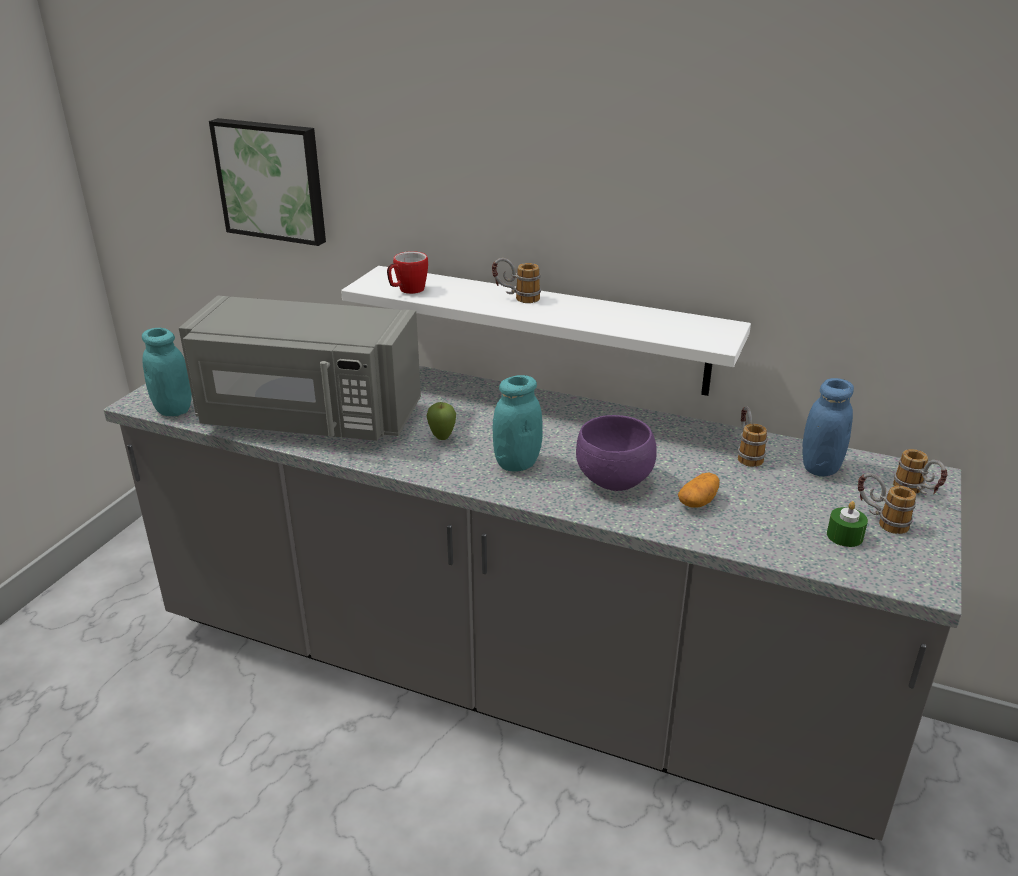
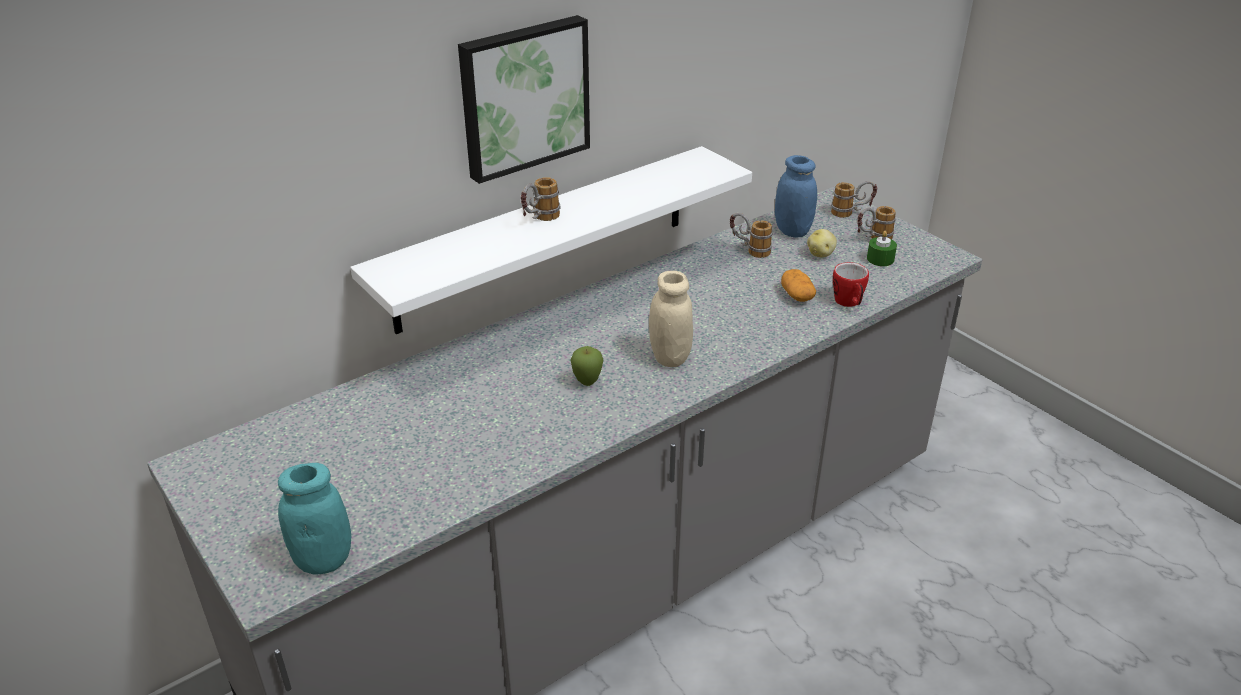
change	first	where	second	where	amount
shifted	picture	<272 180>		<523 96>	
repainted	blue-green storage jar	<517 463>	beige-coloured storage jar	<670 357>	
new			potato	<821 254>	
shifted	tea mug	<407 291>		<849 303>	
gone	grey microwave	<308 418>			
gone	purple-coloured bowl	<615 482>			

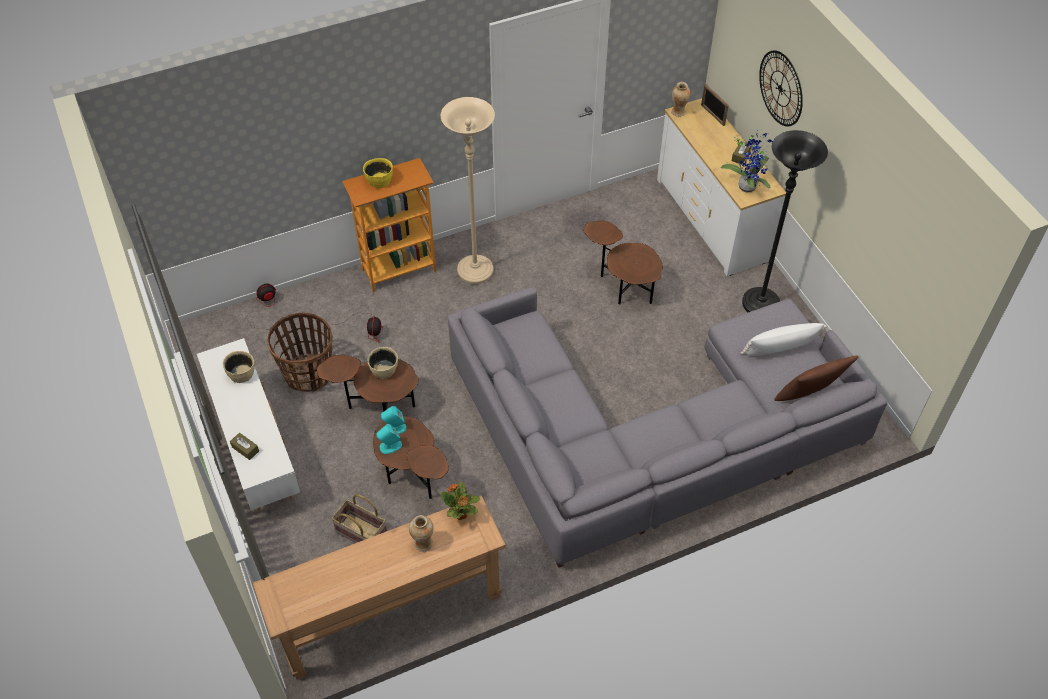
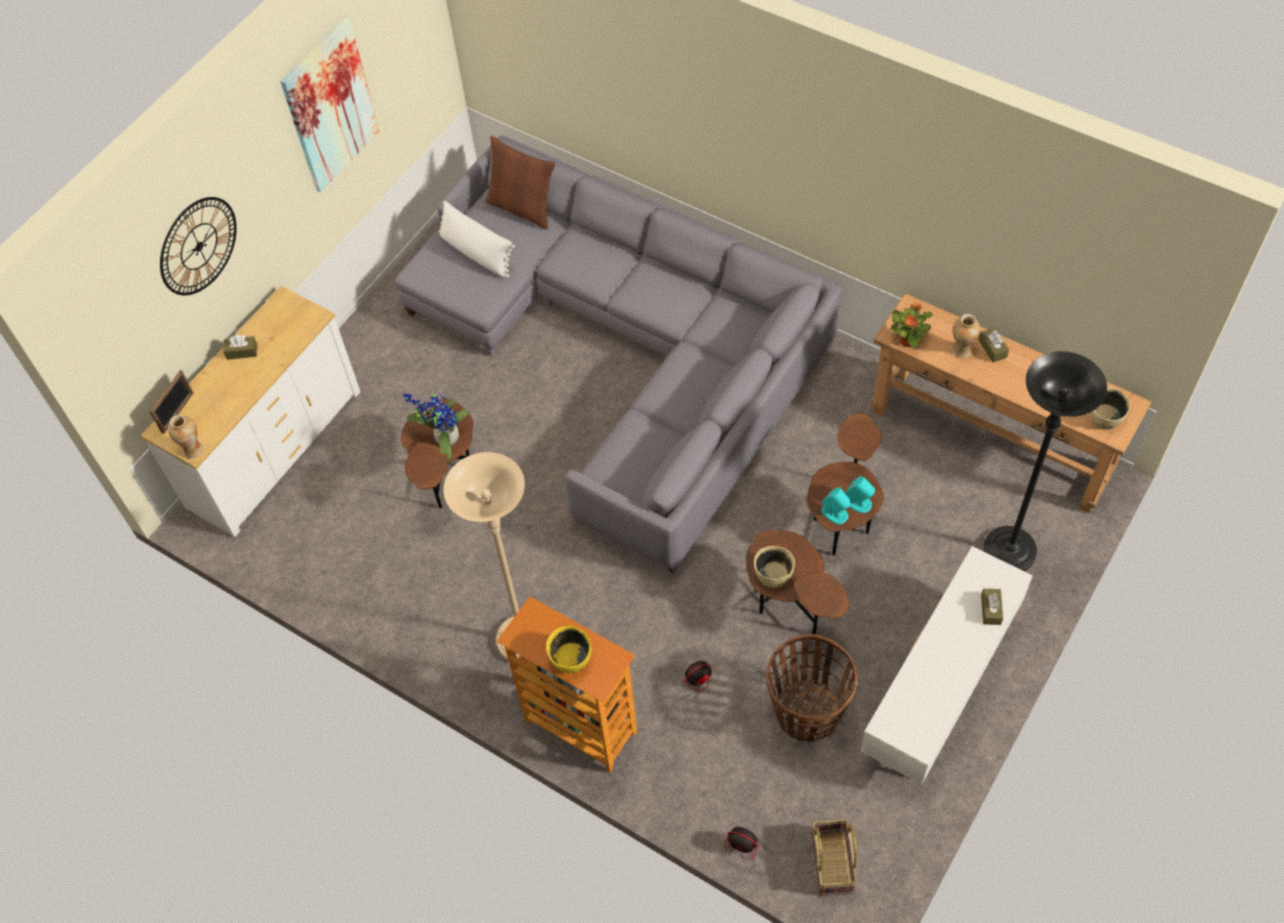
change	first	where	second	where	amount
new			picture	<330 106>	
shifted	plant in a pot	<747 185>		<444 439>	
shifted	basket	<360 533>		<833 864>	
new			brown-coloured tissue holder	<992 348>	
shifted	black-coloured standard lamp	<760 304>		<1009 552>	
shifted	beige-coloured bowl	<241 373>		<1104 417>	

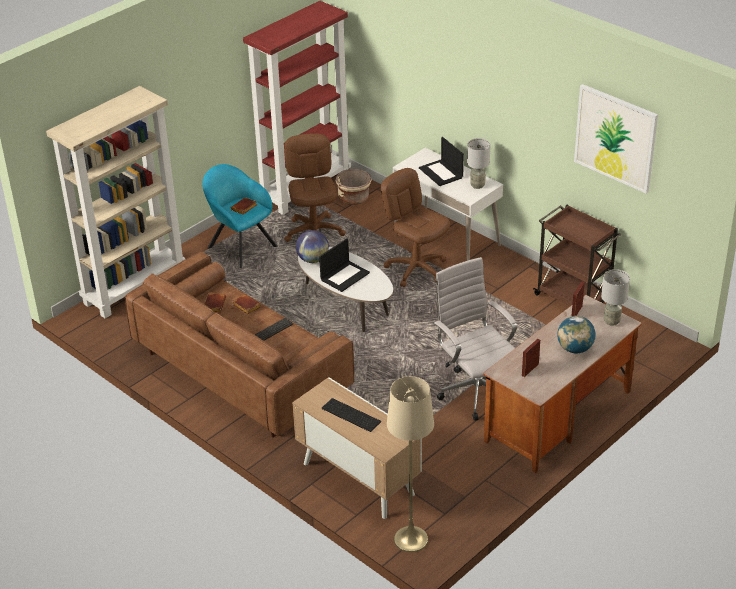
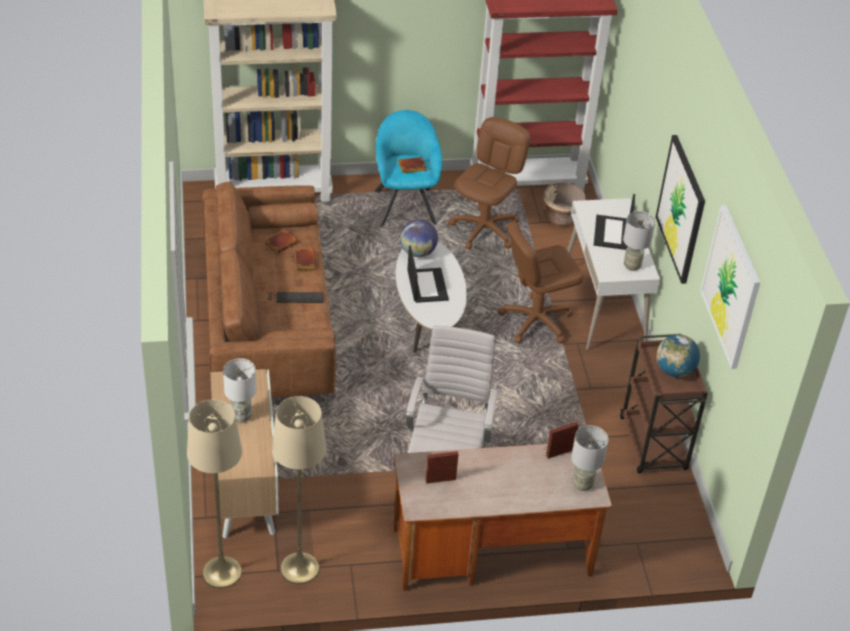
change	first	where	second	where	amount
swapped	keyboard	<350 415>	whitish table lamp	<241 416>	
new			beige-coloured standard lamp	<299 568>	
rotated	laptop	<345 276>		<426 285>	90 degrees counterclockwise
rotated	brown-coloured office chair	<416 269>		<536 321>	105 degrees counterclockwise
new			picture	<681 209>	
shifted	desk globe	<575 349>		<674 371>	

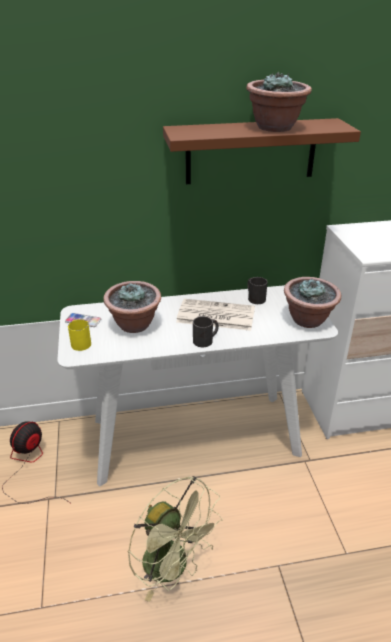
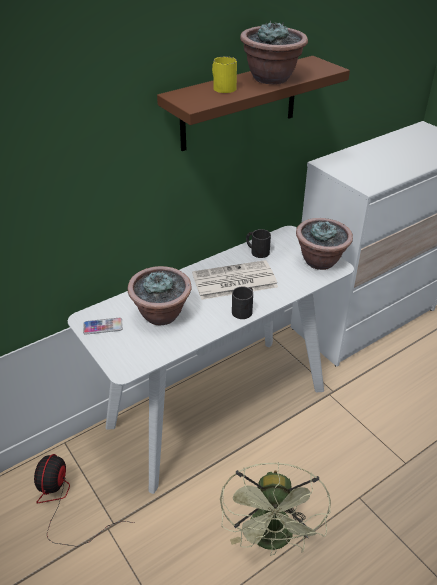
change	first	where	second	where	amount
shifted	yellow-coloured tea mug	<81 342>		<222 87>	
rotated	greenish fan	<174 567>		<272 539>	75 degrees clockwise

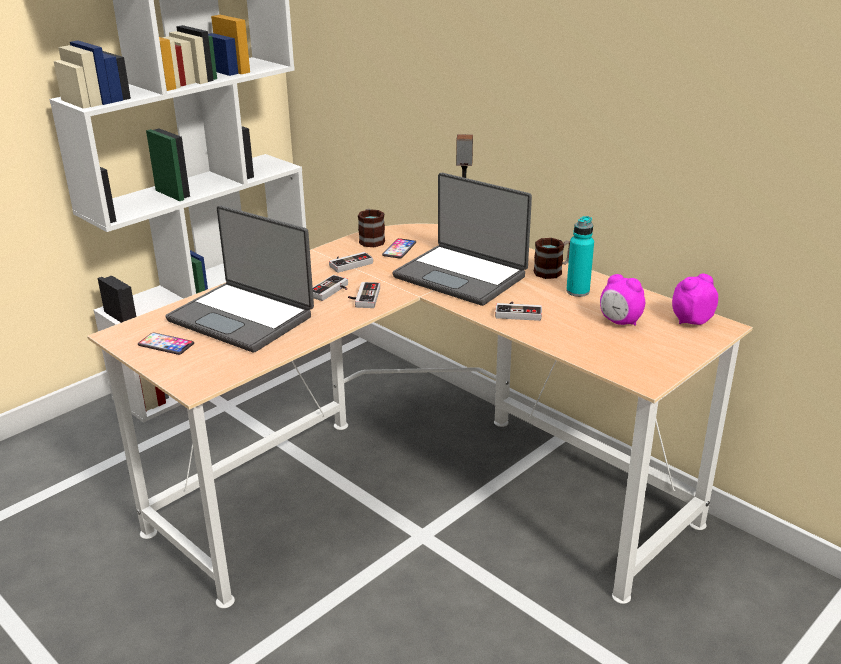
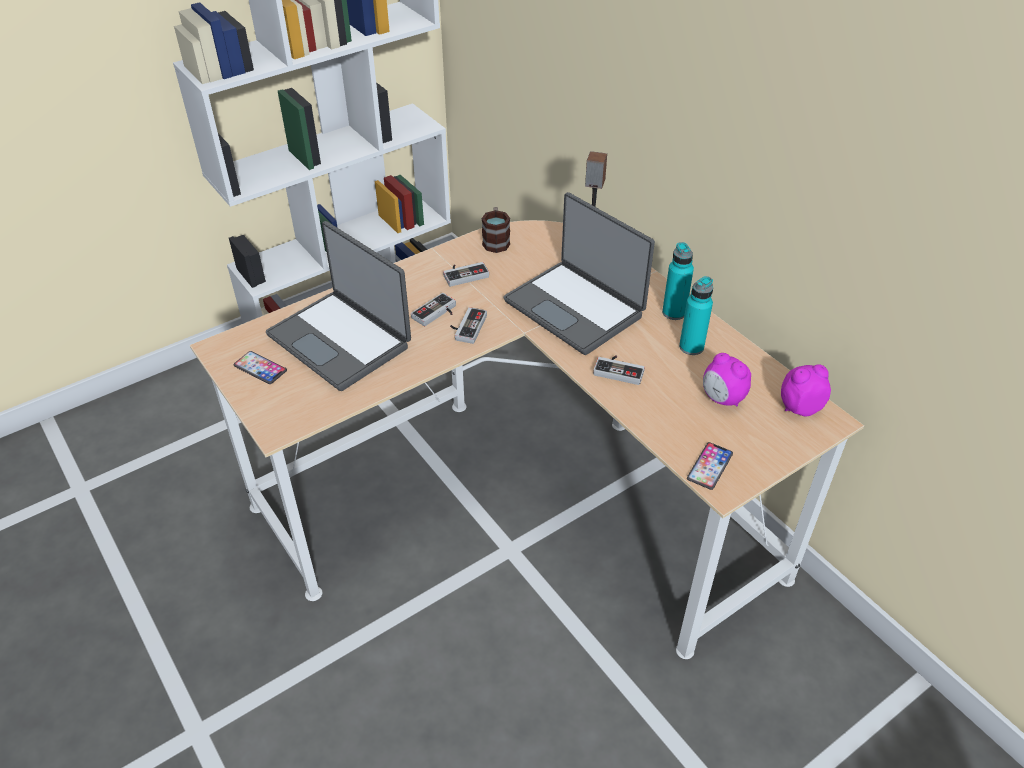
change	first	where	second	where	amount
swapped	tea mug	<552 271>	blue-green bottle	<674 312>	
shifted	telephone	<399 249>		<709 466>	

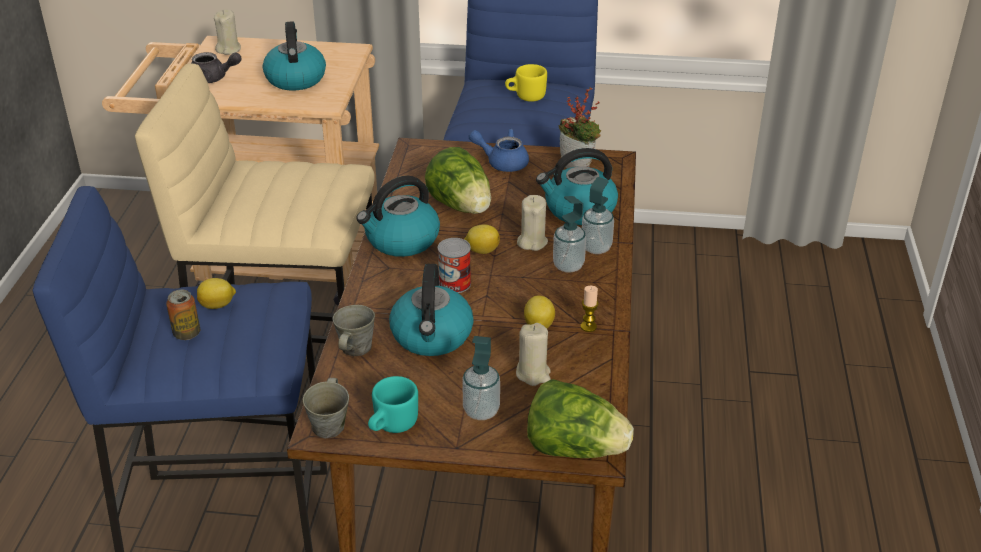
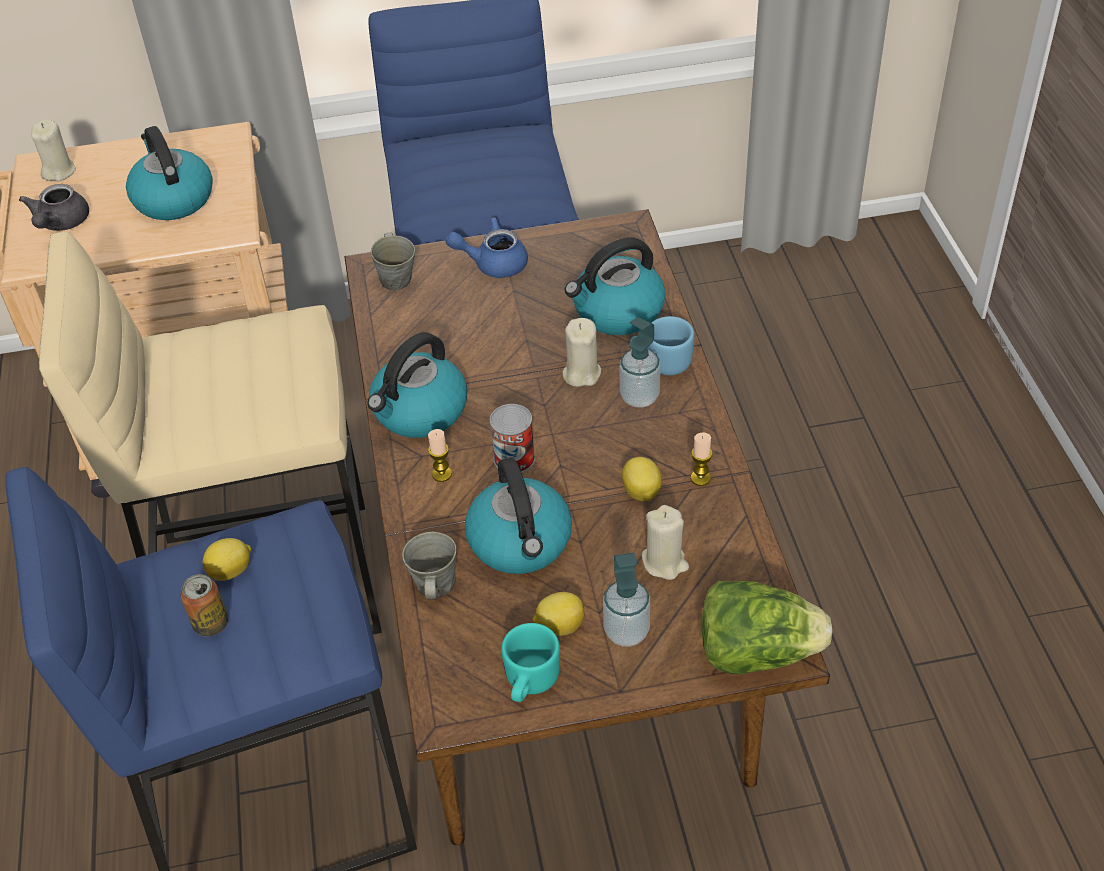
change	first	where	second	where	amount
rotated	grey teapot	<213 79>		<60 224>	105 degrees clockwise
shifted	grey tea mug	<329 425>		<396 279>	
new			candle	<442 474>	
shifted	whole lemon	<481 250>		<559 626>	
swapped	soap dispenser	<596 248>	bluish tea mug	<661 362>	
gone	lettuce head	<461 206>			
gone	yellow-coloured tea mug	<525 97>			
gone	plant in a pot	<579 166>			

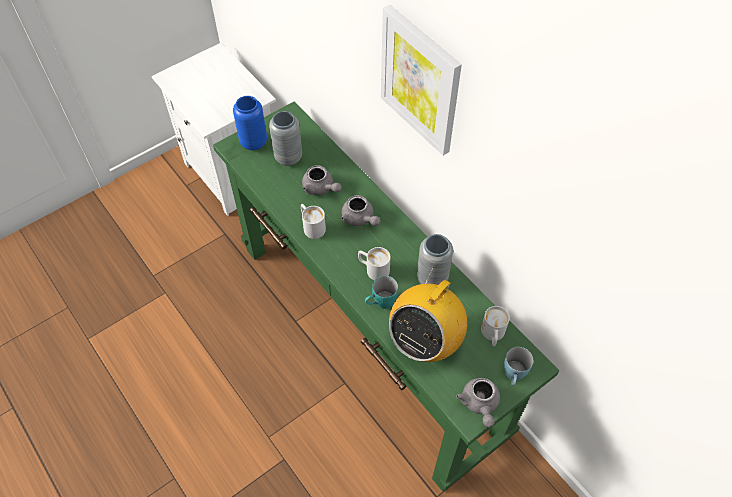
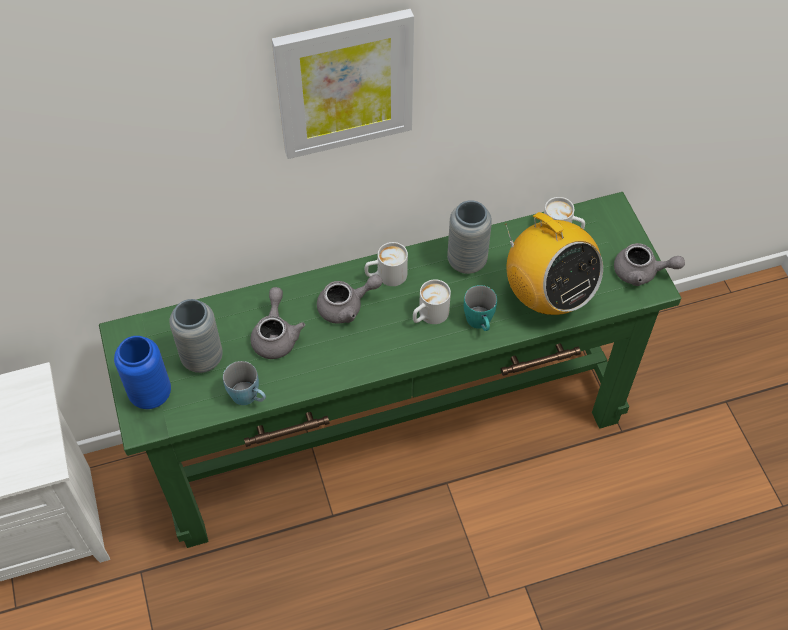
change	first	where	second	where	amount
shifted	bluish tea mug	<513 376>		<249 397>	
rotated	grey teapot	<320 188>		<276 335>	60 degrees counterclockwise
shifted	whitish tea mug	<311 226>		<385 276>	

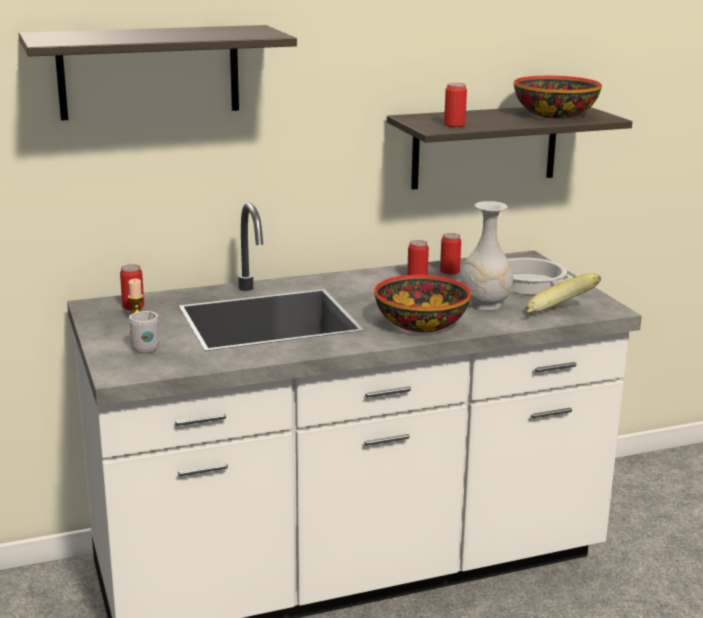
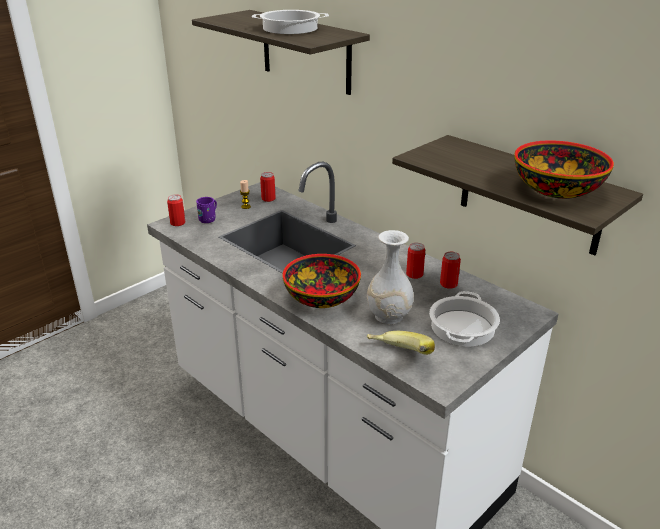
change	first	where	second	where	amount
shifted	can	<454 125>		<177 223>	
repainted	whitish tea mug	<143 348>	purple-coloured tea mug	<209 219>	
new			saucepot	<290 28>	

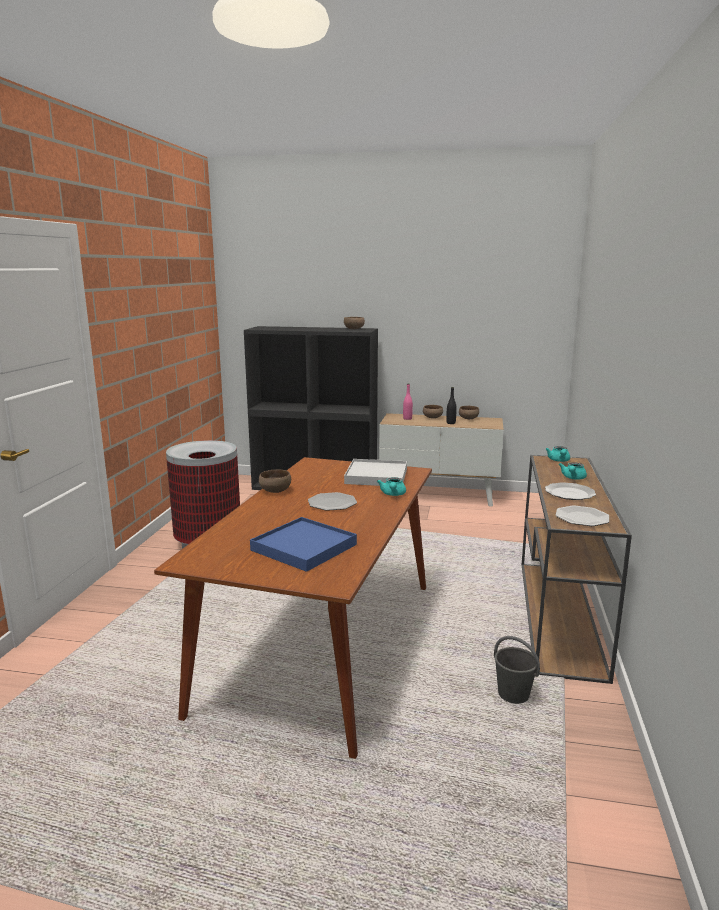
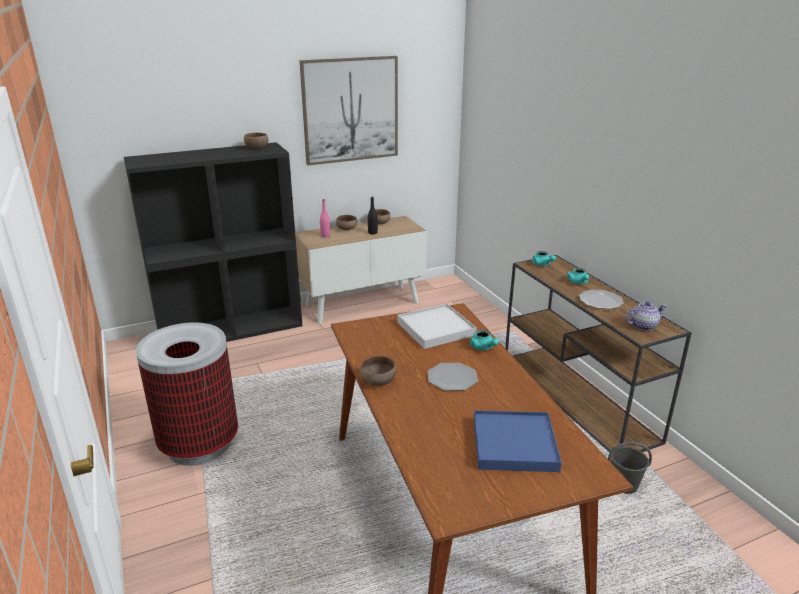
change	first	where	second	where	amount
new			picture	<350 110>	
swapped	flat dish	<582 517>	teapot	<643 325>	

